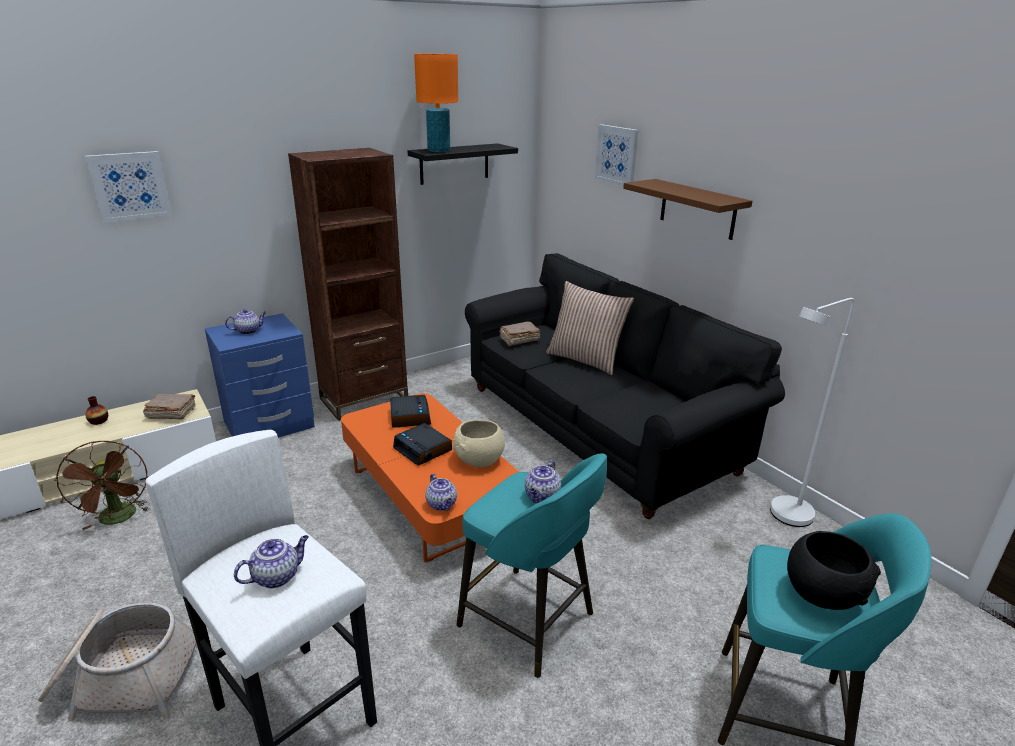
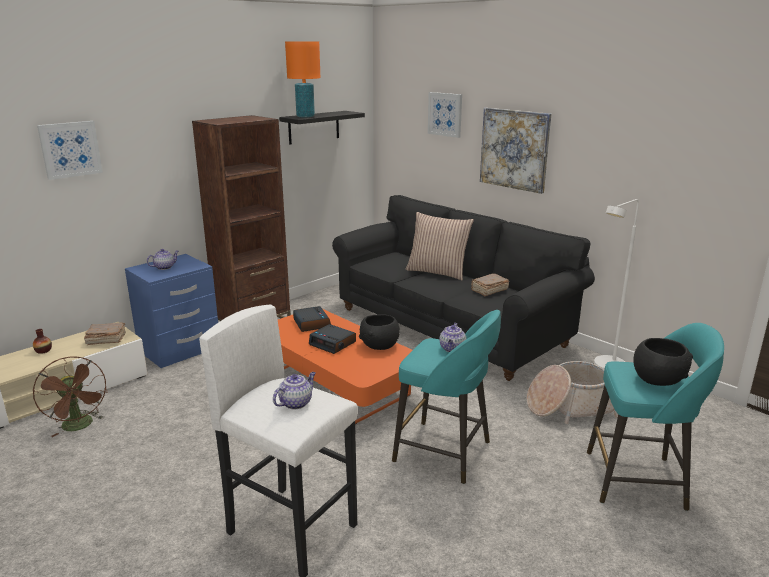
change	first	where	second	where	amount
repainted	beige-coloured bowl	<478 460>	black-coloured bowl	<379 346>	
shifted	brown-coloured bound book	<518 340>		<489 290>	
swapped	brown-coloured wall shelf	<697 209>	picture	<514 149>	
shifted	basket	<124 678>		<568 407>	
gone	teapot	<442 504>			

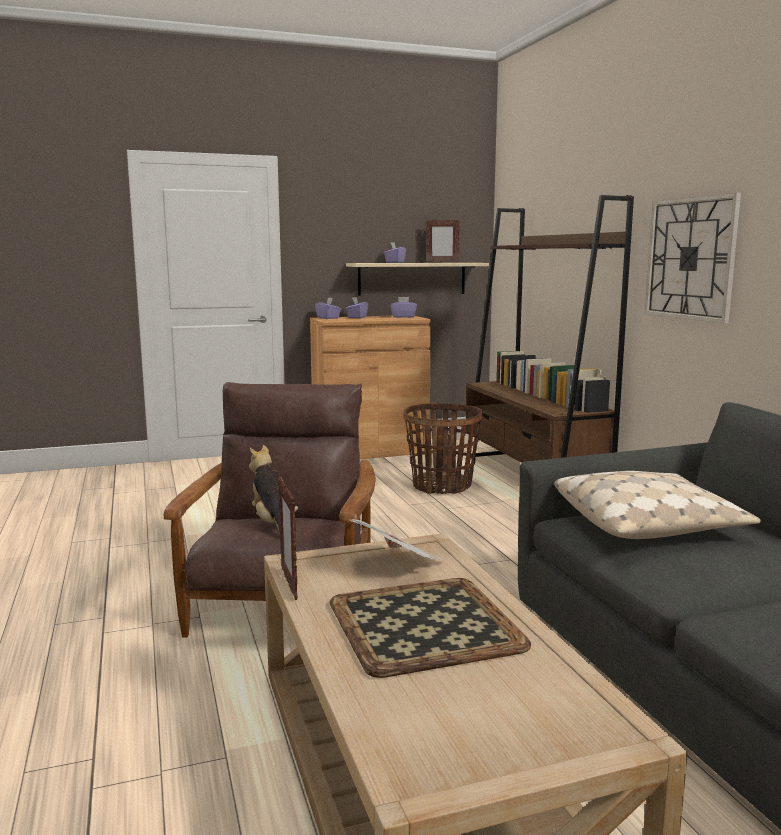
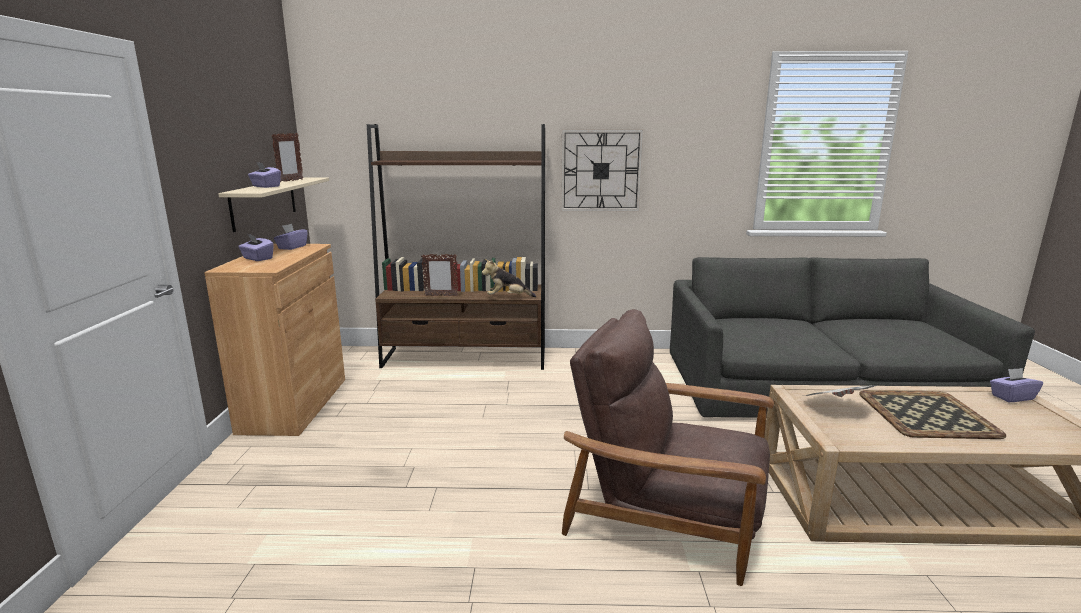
change	first	where	second	where	amount
shifted	picture frame	<289 584>		<441 296>	
shifted	cuddly toy	<273 523>		<507 298>	
shifted	purple-coloured tissue holder	<328 318>		<1011 397>	
gone	basket	<442 486>			
gone	beige-coloured throw pillow	<647 524>			

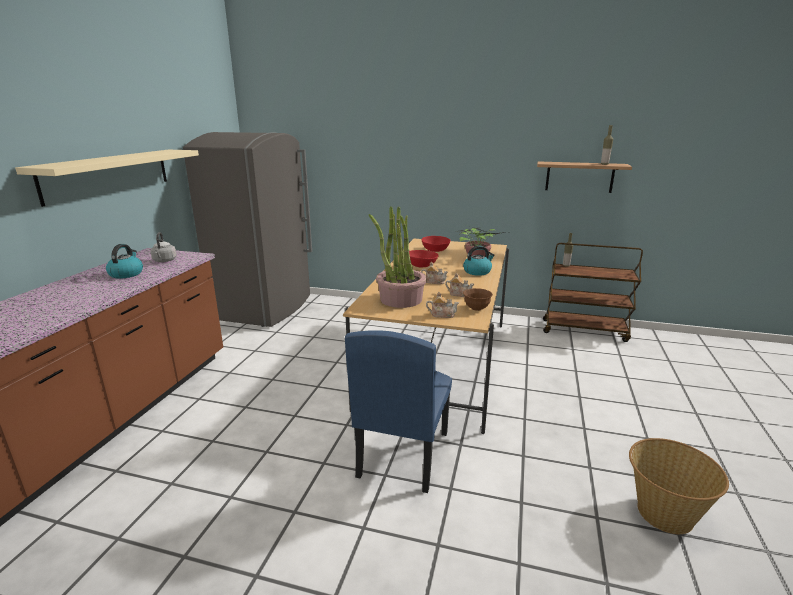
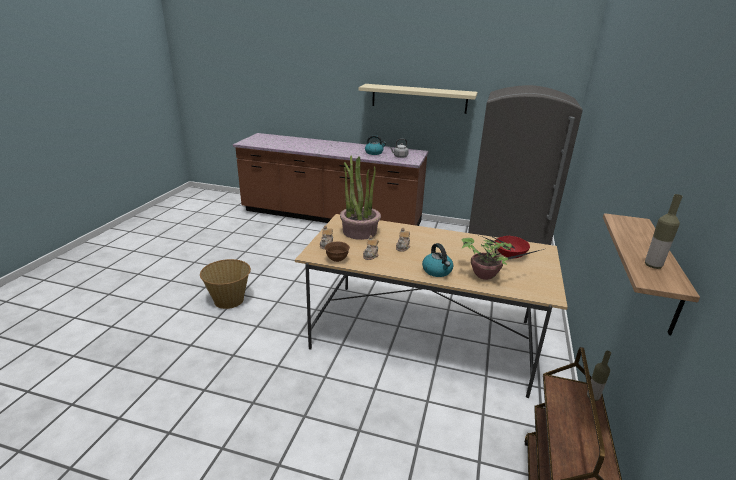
change	first	where	second	where	amount
shifted	basket	<664 513>		<229 300>	
gone	bluish chair	<402 454>			
gone	red bowl	<421 265>			

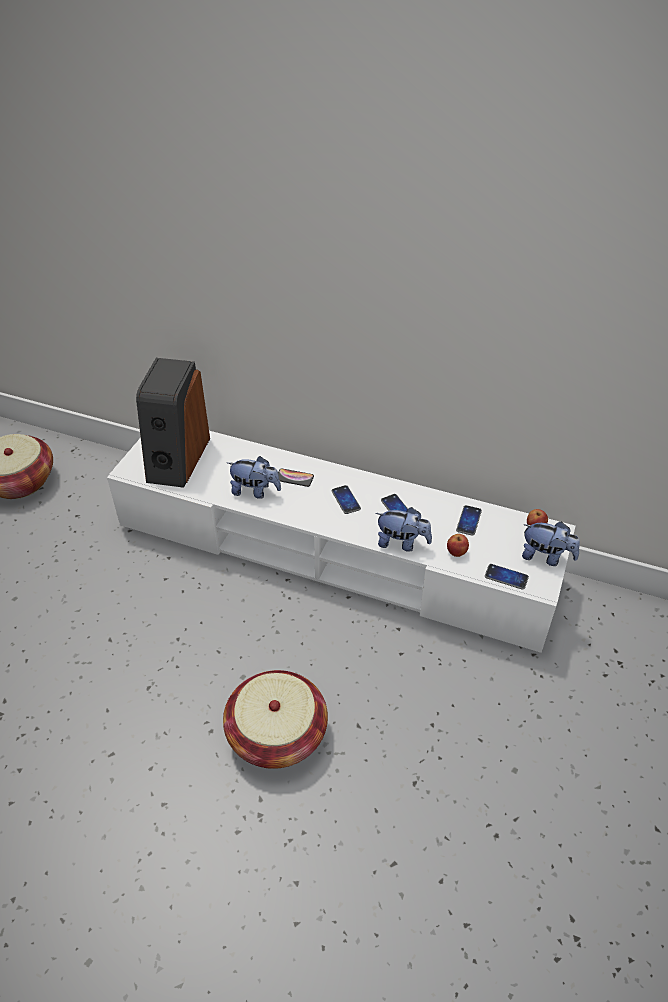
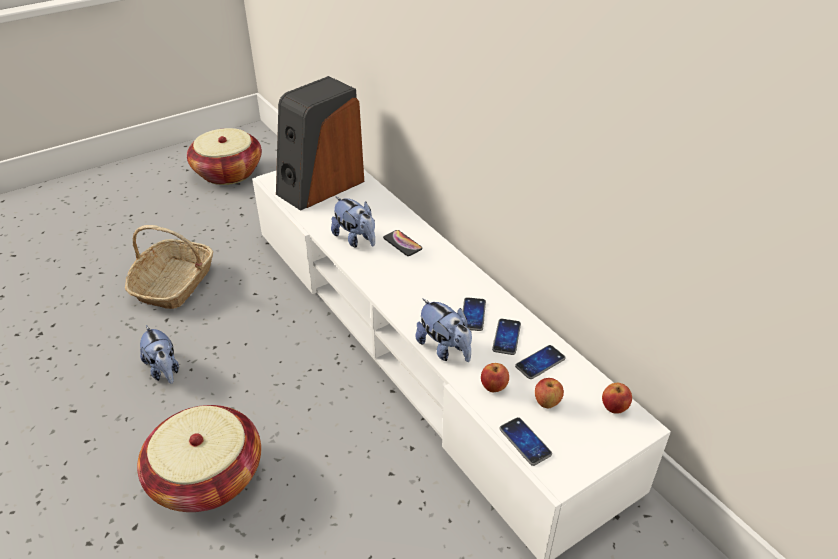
change	first	where	second	where	amount
new			basket	<174 284>	
shifted	cuddly toy	<546 557>		<164 370>	
shifted	telephone	<345 500>		<506 337>	
new			apple	<547 402>	

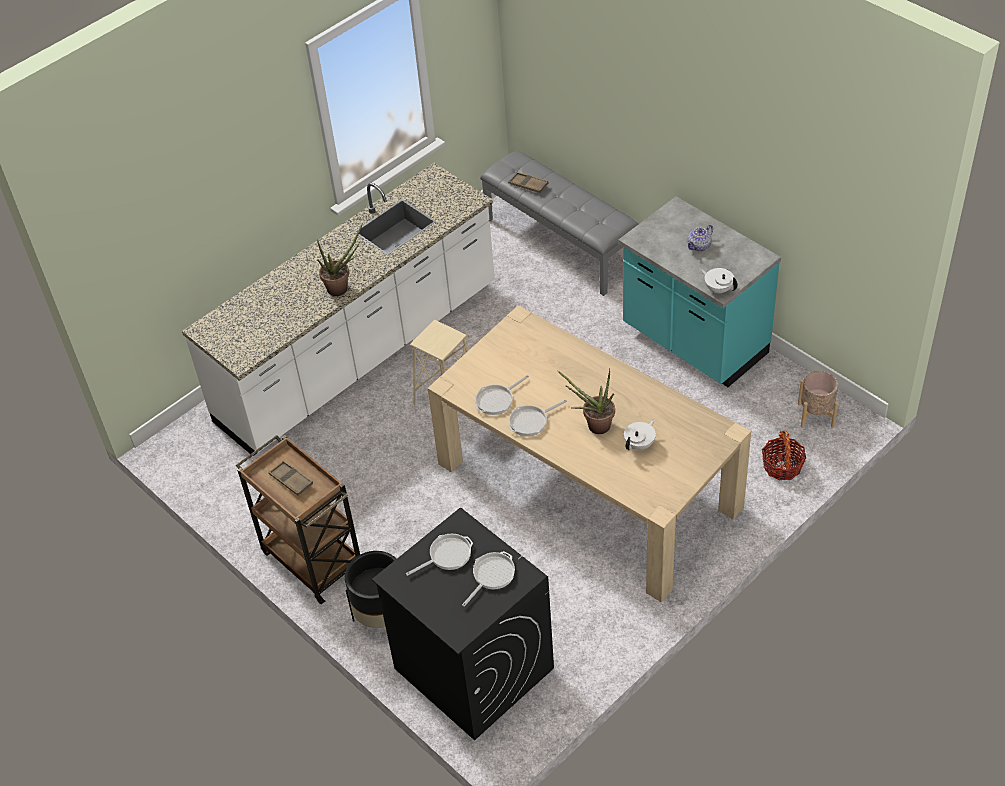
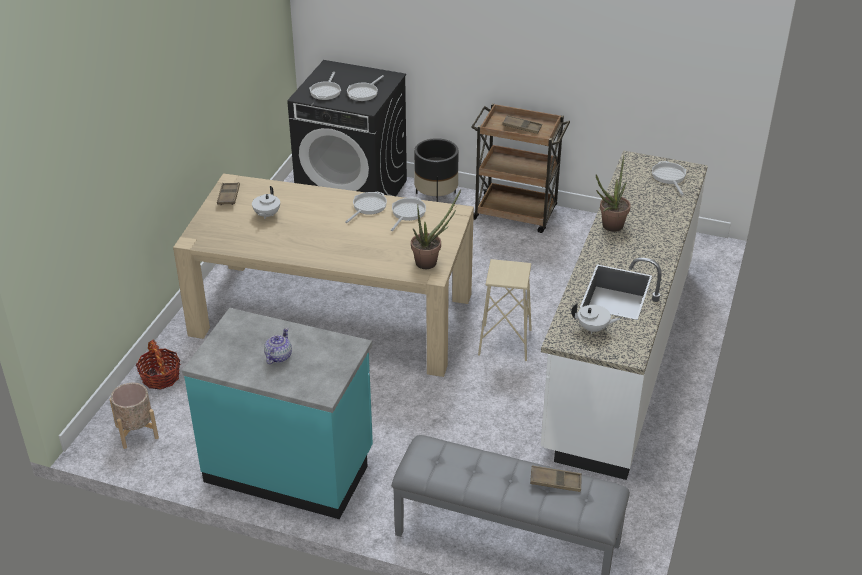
change	first	where	second	where	amount
new			brown-coloured carrying tray	<228 196>	
shifted	plant in a pot	<594 426>		<430 262>	
shifted	whitish teapot	<718 289>		<593 328>	
new			pan	<669 177>	

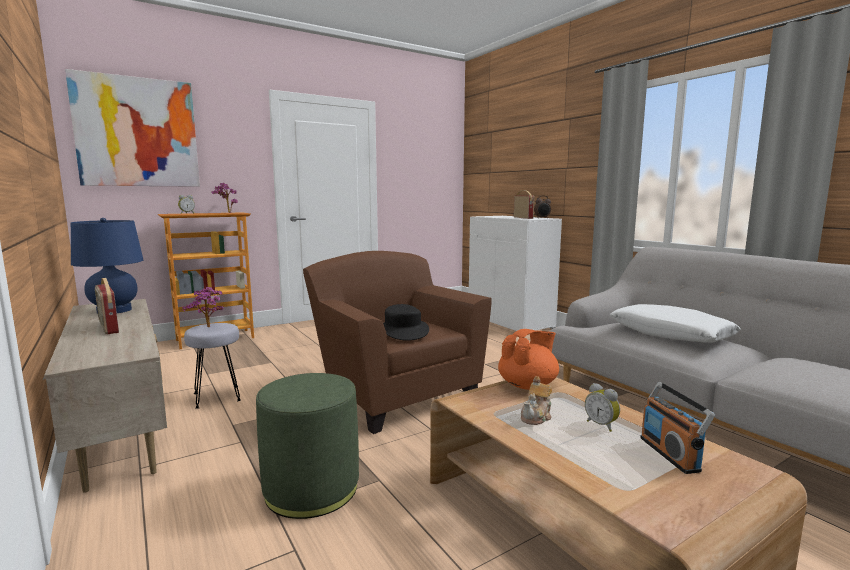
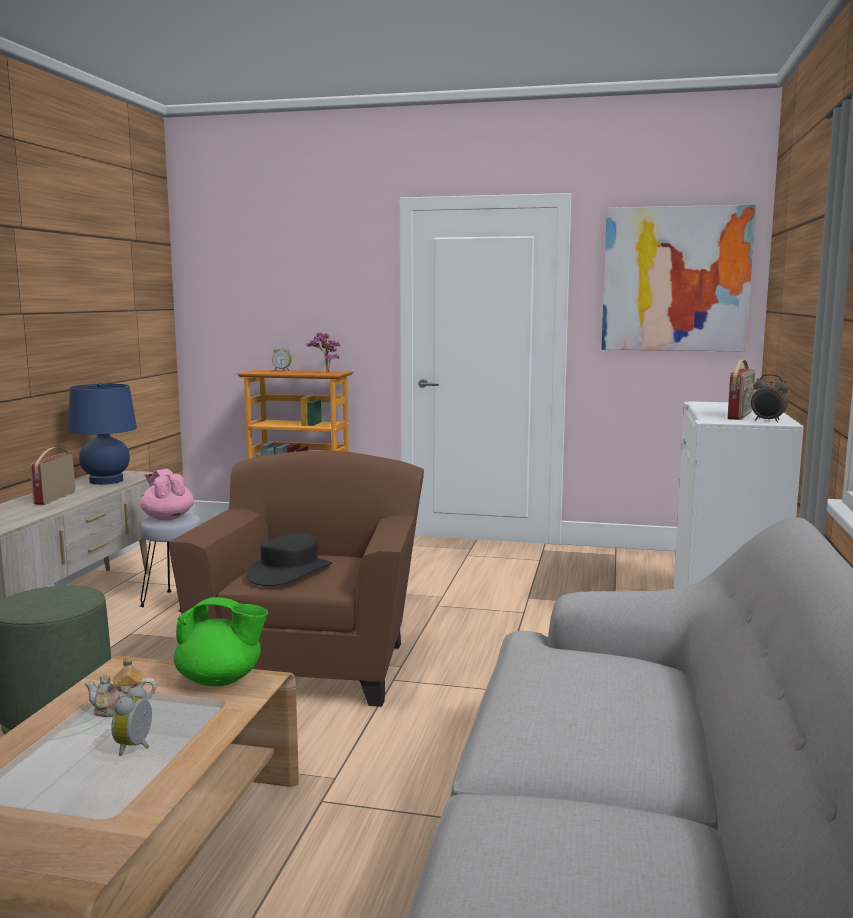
change	first	where	second	where	amount
swapped	plant in a pot	<208 328>	pinkish teapot	<167 518>	
repainted	orange teapot	<528 385>	greenish teapot	<221 680>	
shifted	picture	<137 132>		<675 279>	
gone	whitish throw pillow	<670 334>			
gone	radio set	<670 454>			

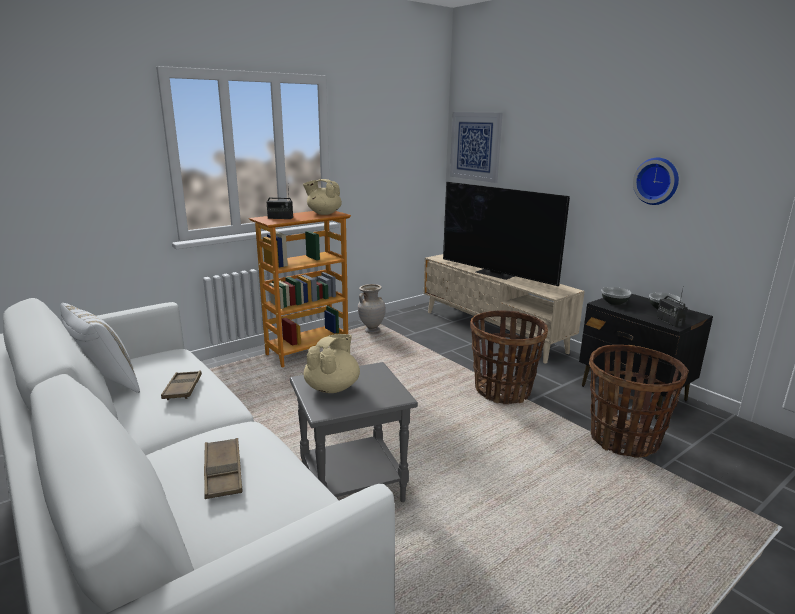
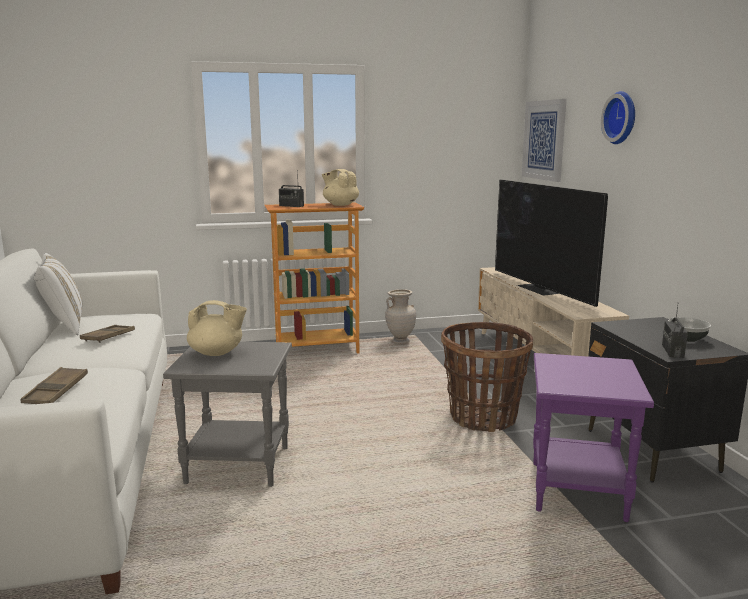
change	first	where	second	where	amount
rotated	beige-coloured teapot	<333 387>		<217 353>	45 degrees clockwise
swapped	basket	<624 439>	purple-coloured end table	<579 492>	
shifted	hanging clock	<657 181>		<622 118>	
gone	bowl	<614 302>			

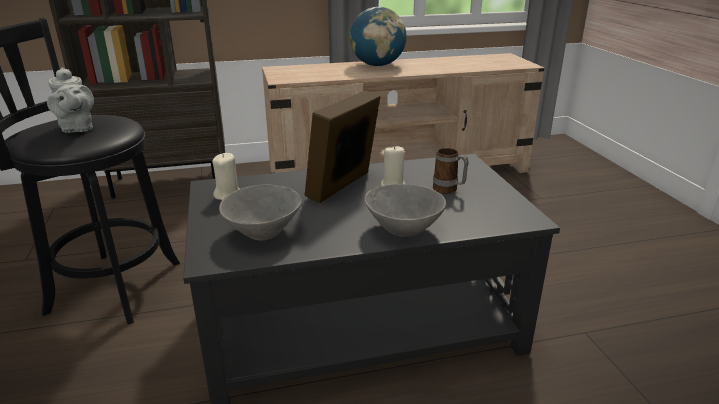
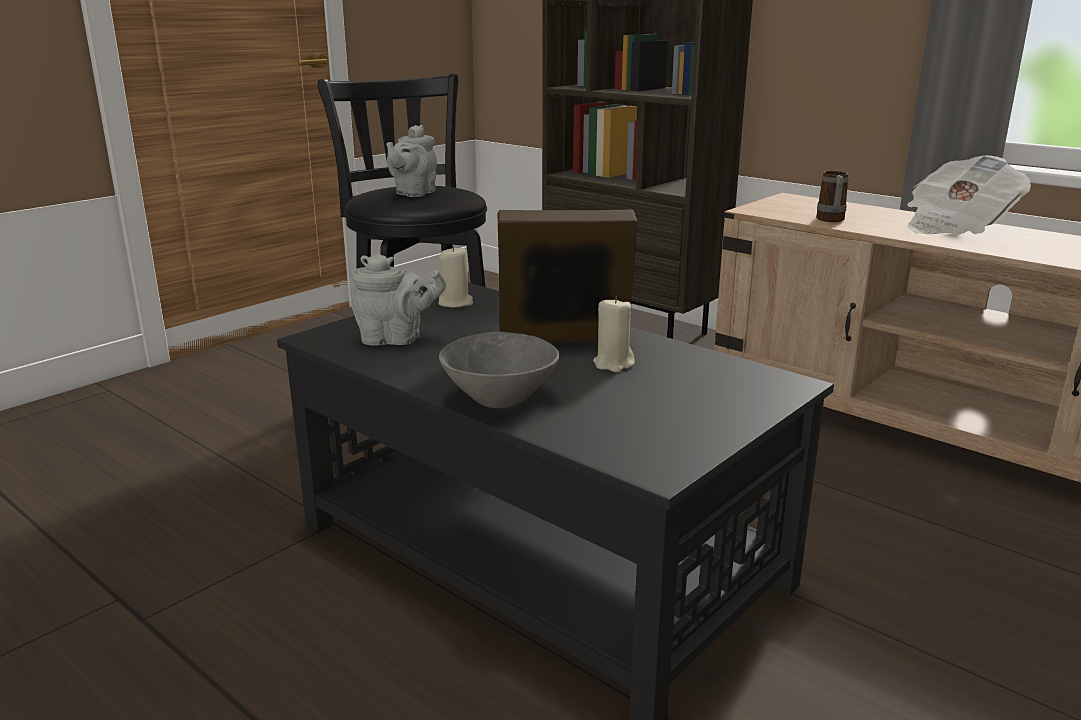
change	first	where	second	where	amount
swapped	grey bowl	<262 232>	grey teapot	<396 339>	
shifted	tea mug	<449 190>		<830 220>	
swapped	desk globe	<377 65>	printed paper	<956 226>	

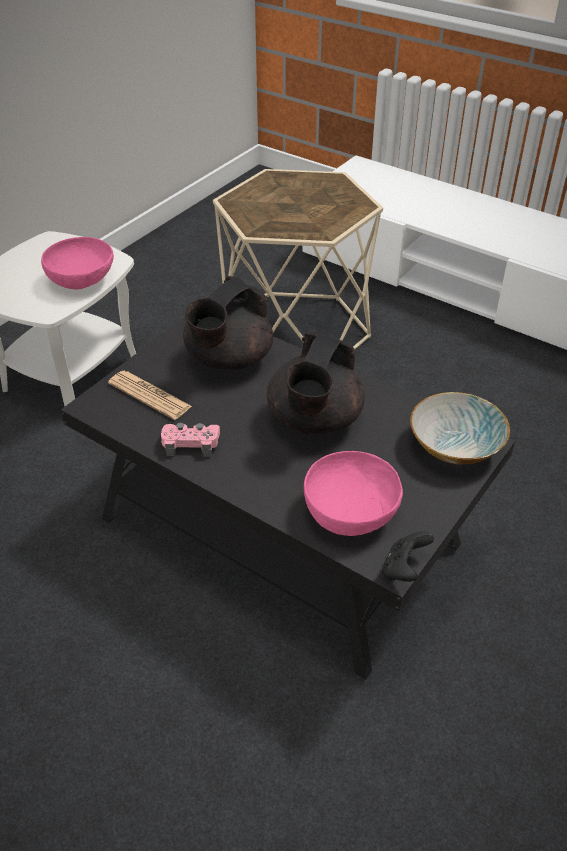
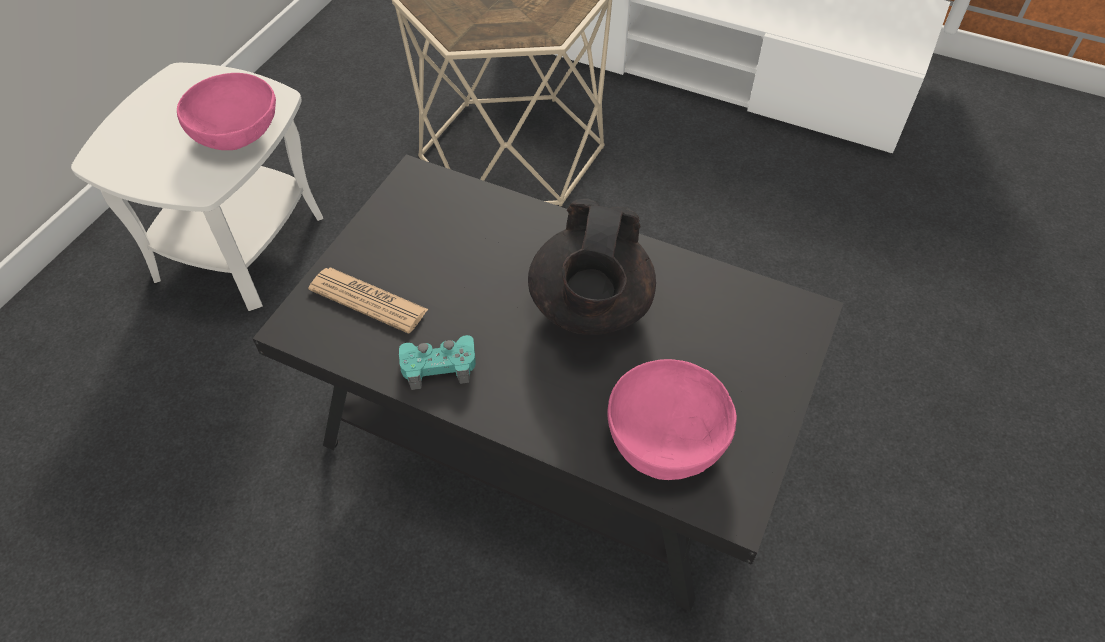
change	first	where	second	where	amount
repainted	pinkish joypad	<191 443>	blue-green joypad	<439 365>	
gone	black-coloured teapot	<228 359>			
gone	black-coloured joypad	<404 569>			
gone	bowl	<456 447>			

